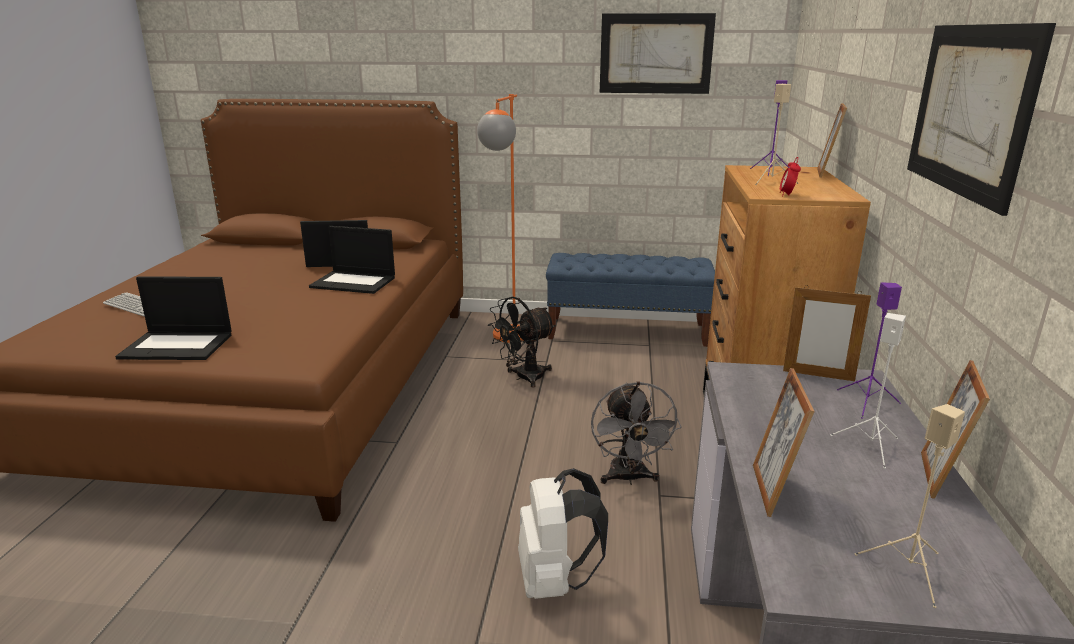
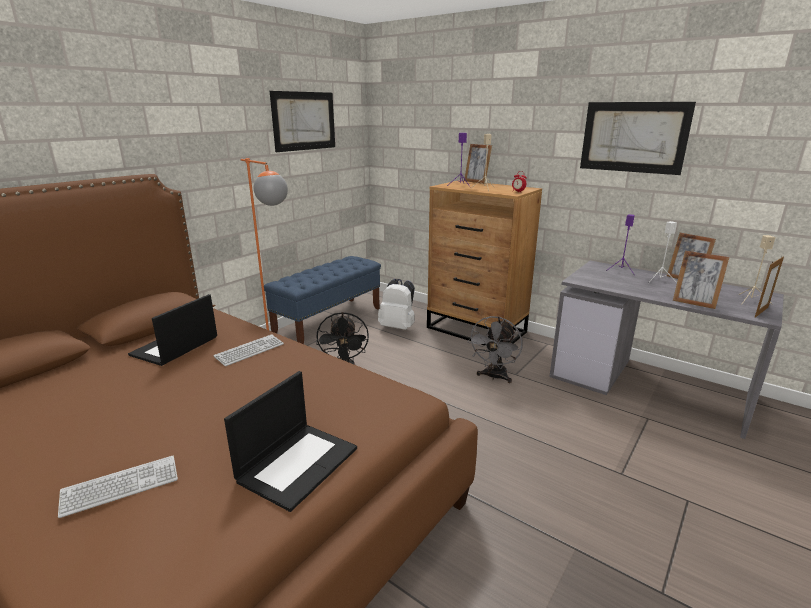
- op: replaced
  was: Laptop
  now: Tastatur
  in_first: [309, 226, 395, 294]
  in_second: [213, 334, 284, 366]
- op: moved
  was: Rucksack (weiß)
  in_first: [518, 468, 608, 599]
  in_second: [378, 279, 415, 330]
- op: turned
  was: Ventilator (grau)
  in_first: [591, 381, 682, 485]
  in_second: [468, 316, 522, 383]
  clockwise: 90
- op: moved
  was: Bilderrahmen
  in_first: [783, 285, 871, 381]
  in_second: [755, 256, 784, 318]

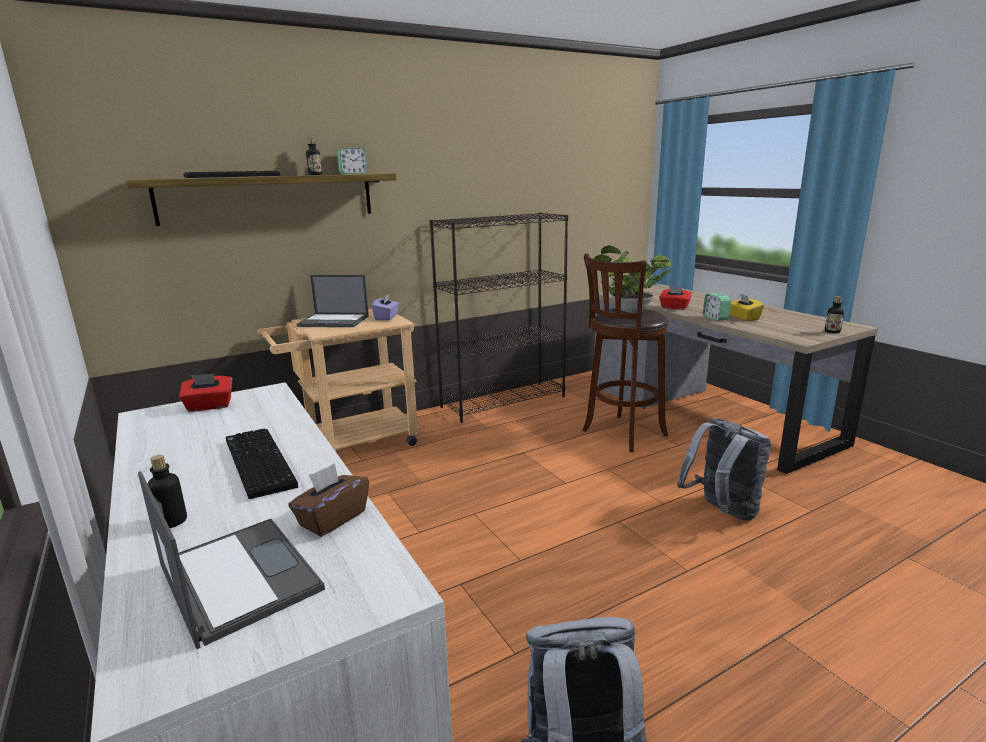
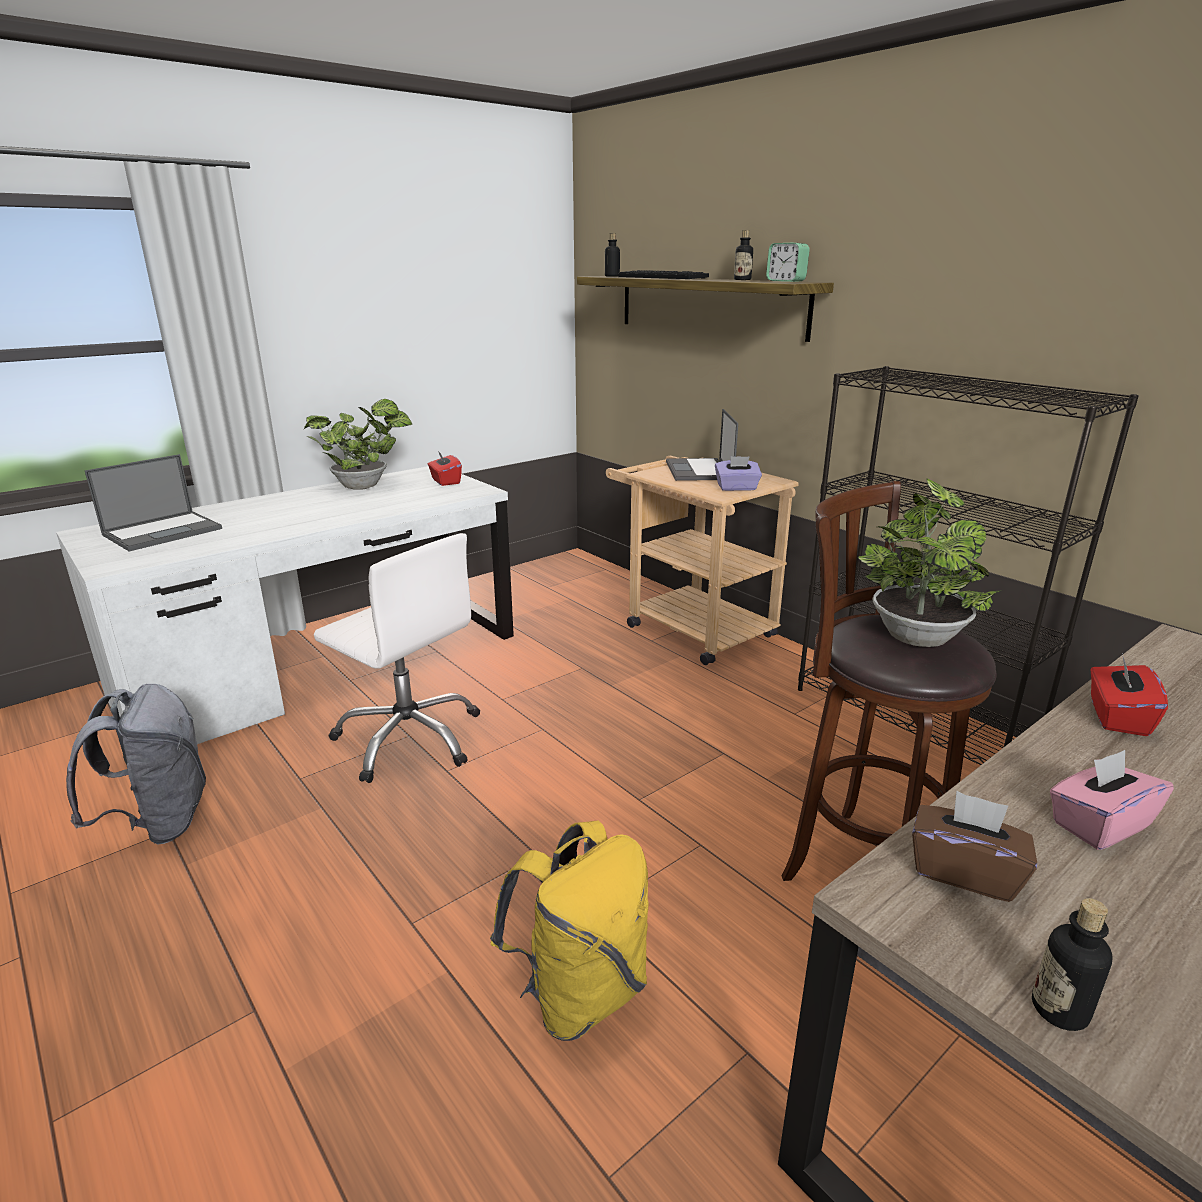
- op: moved
  was: Flasche
  in_first: [148, 455, 187, 528]
  in_second: [605, 233, 620, 277]
- op: removed
  was: Tastatur
  in_first: [226, 429, 298, 499]
- op: moved
  was: Taschentuchbox (braun)
  in_first: [288, 463, 369, 537]
  in_second: [912, 791, 1037, 902]
- op: recoloured
  was: Rucksack (grau)
  now: Rucksack (gelb)
  in_first: [677, 418, 771, 521]
  in_second: [490, 820, 649, 1041]
- op: removed
  was: Wecker
  in_first: [703, 293, 731, 321]
- op: recoloured
  was: Taschentuchbox (gelb)
  now: Taschentuchbox (rosa)
  in_first: [730, 294, 764, 321]
  in_second: [1050, 750, 1174, 850]
- op: added
  now: Topfpflanze
  in_second: [304, 399, 412, 490]
- op: added
  now: Bürostuhl (weiß)
  in_second: [314, 533, 480, 783]

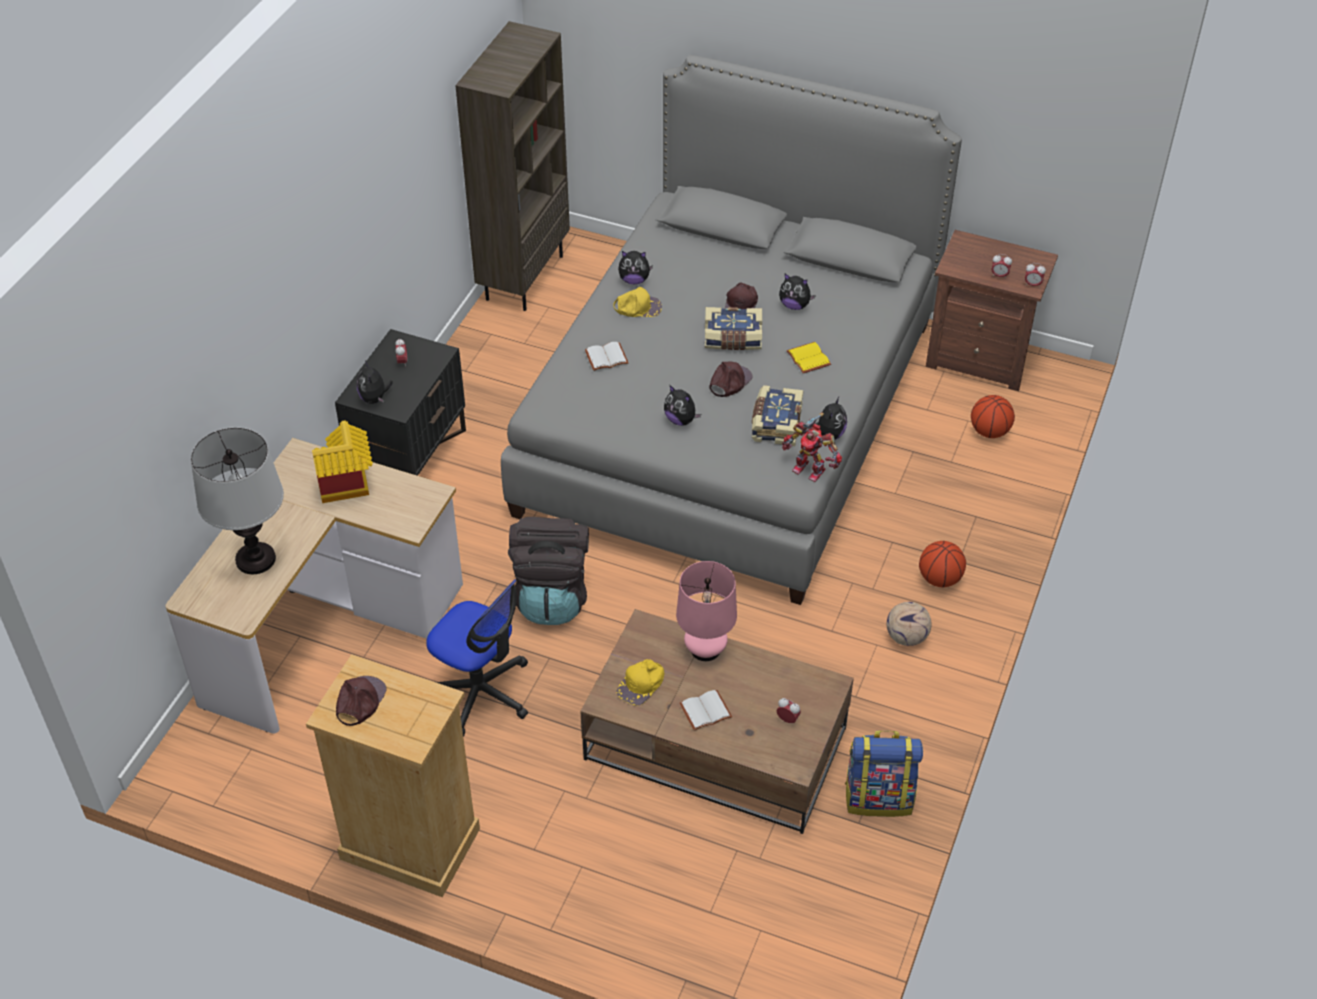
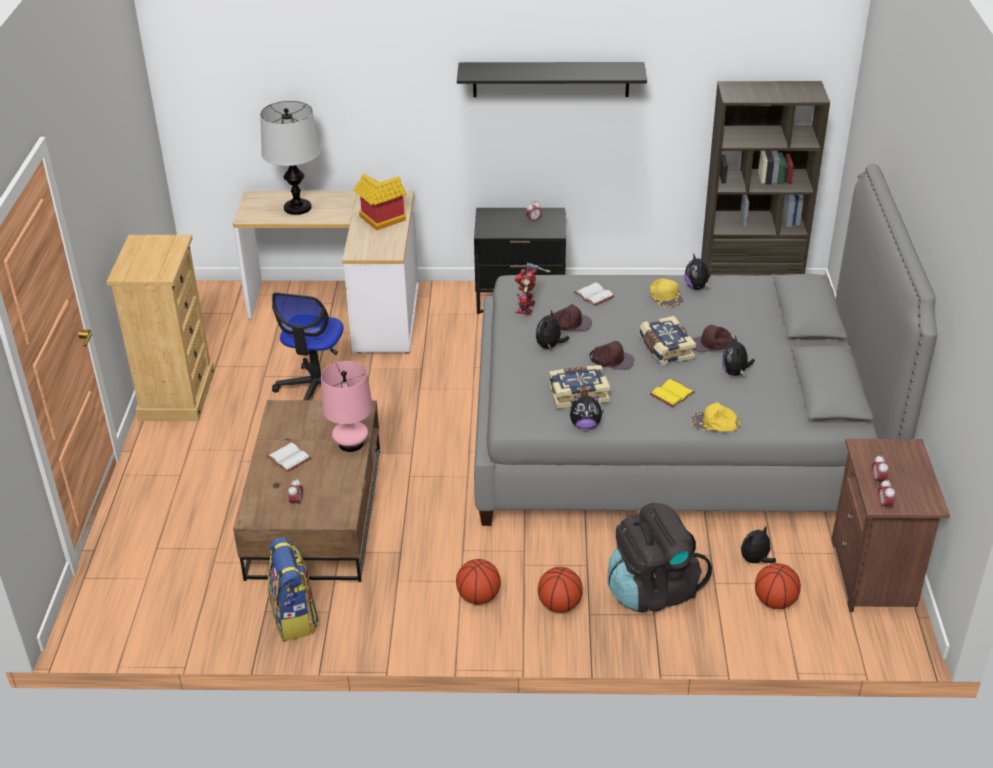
- op: moved
  was: Kappe (braun)
  in_first: [336, 676, 387, 726]
  in_second: [553, 304, 592, 331]
- op: moved
  was: Plüschtier
  in_first: [357, 361, 393, 404]
  in_second: [741, 526, 776, 563]
- op: moved
  was: Rucksack (schwarz)
  in_first: [508, 517, 589, 625]
  in_second: [607, 503, 712, 612]
- op: moved
  was: Kappe (gelb)
  in_first: [616, 659, 665, 706]
  in_second: [692, 402, 740, 432]
- op: moved
  was: Spielzeugroboter
  in_first: [782, 412, 842, 482]
  in_second: [515, 263, 551, 315]
- op: replaced
  was: Fußball
  now: Basketball
  in_first: [887, 602, 932, 646]
  in_second: [456, 559, 501, 605]
- op: added
  now: Wandregal (schwarz)
  in_second: [457, 62, 647, 97]

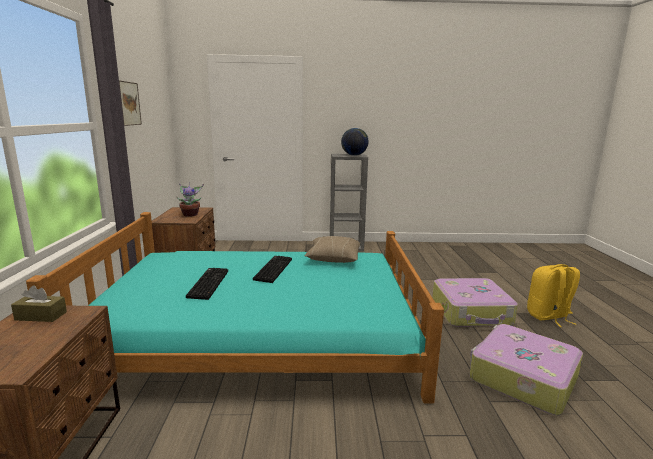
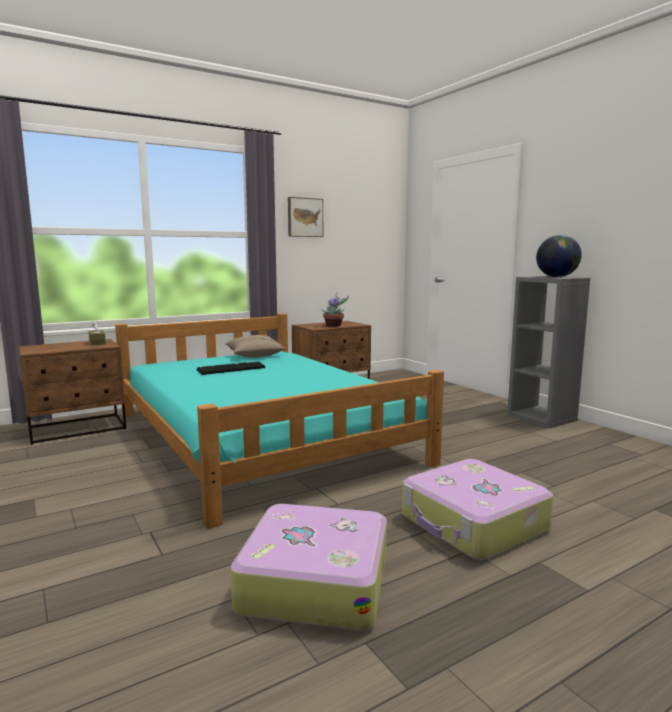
- op: removed
  was: Tastatur
  in_first: [253, 256, 292, 283]
- op: moved
  was: Kissen (beige)
  in_first: [305, 236, 360, 263]
  in_second: [226, 335, 286, 357]
- op: removed
  was: Rucksack (gelb)
  in_first: [527, 264, 580, 327]

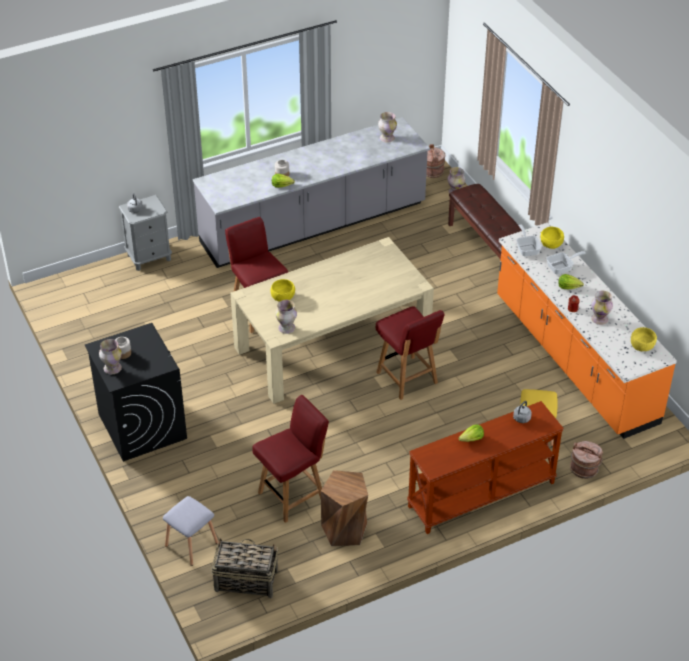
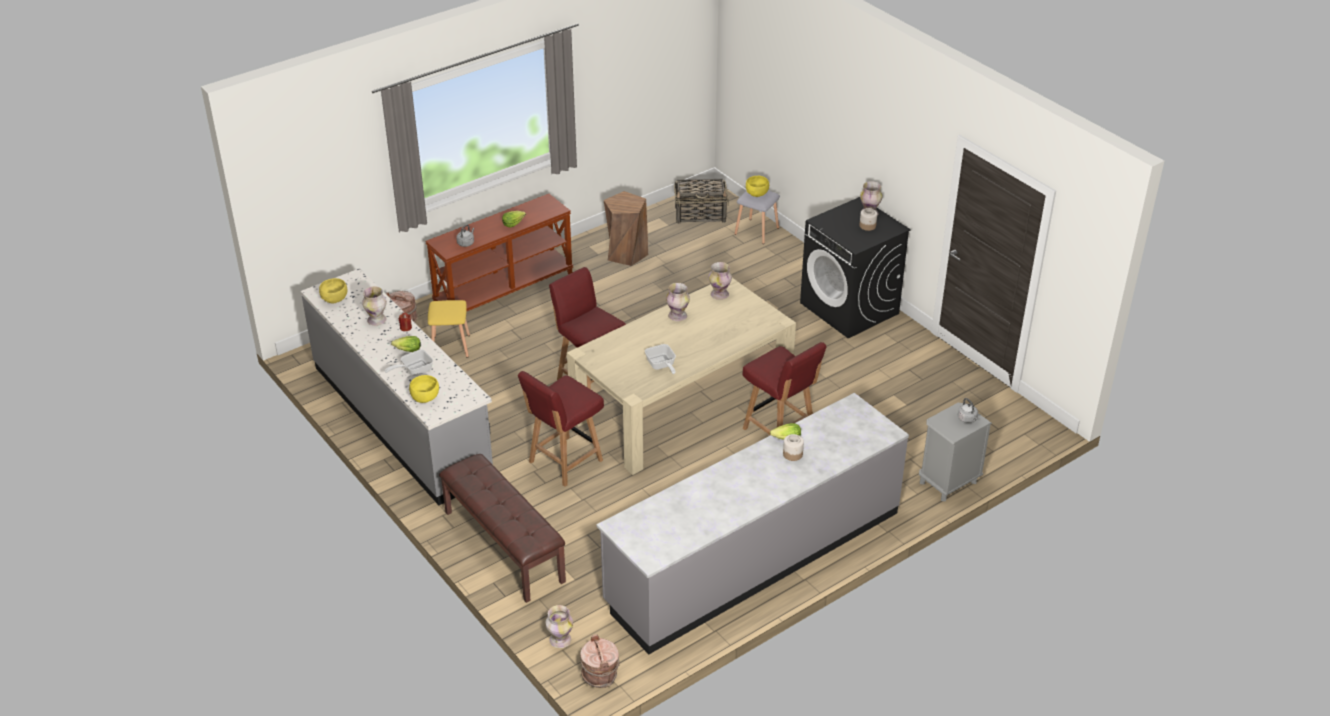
- op: moved
  was: Stuhl (rot)
  in_first: [252, 395, 329, 523]
  in_second: [518, 371, 604, 487]
- op: moved
  was: Schüssel (gelb)
  in_first: [271, 279, 295, 302]
  in_second: [746, 176, 769, 197]
- op: moved
  was: Vase
  in_first: [378, 112, 397, 143]
  in_second: [666, 283, 690, 321]
- op: recoloured
  was: Küchenzeile (orange)
  now: Küchenzeile (grau)
  in_first: [497, 223, 677, 439]
  in_second: [301, 268, 493, 505]
- op: moved
  was: Pfanne
  in_first: [516, 225, 542, 257]
  in_second: [645, 344, 676, 374]

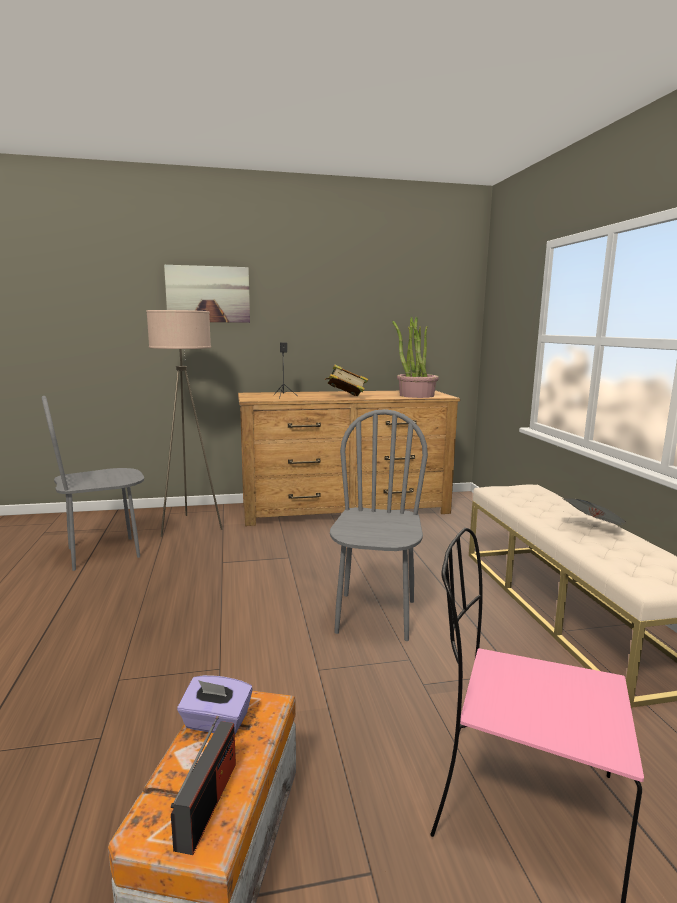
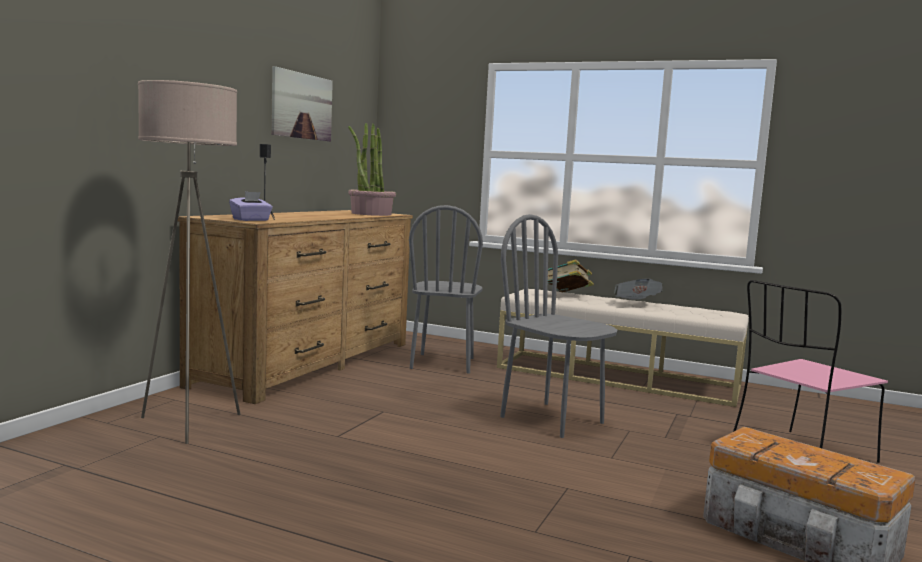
- op: moved
  was: Stuhl (grau)
  in_first: [41, 396, 144, 571]
  in_second: [409, 205, 483, 374]
- op: moved
  was: Bild
  in_first: [164, 265, 250, 323]
  in_second: [271, 66, 333, 142]
- op: removed
  was: Radio
  in_first: [171, 716, 236, 855]
- op: moved
  was: Taschentuchbox (lila)
  in_first: [177, 675, 253, 734]
  in_second: [229, 191, 273, 221]
- op: moved
  was: Buch
  in_first: [325, 364, 368, 396]
  in_second: [548, 259, 594, 292]

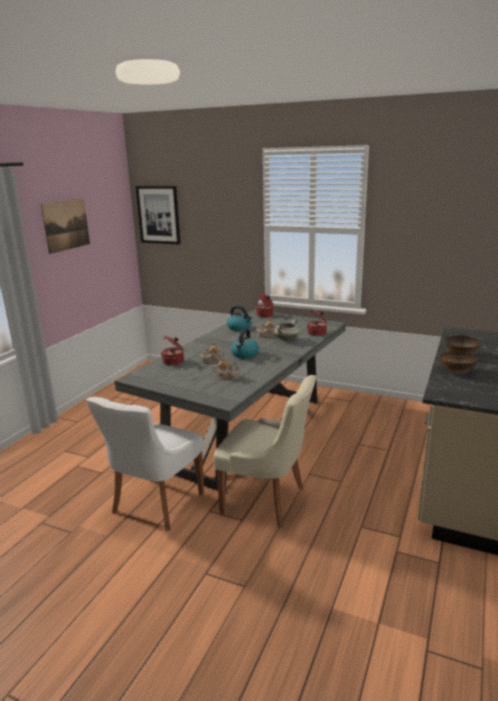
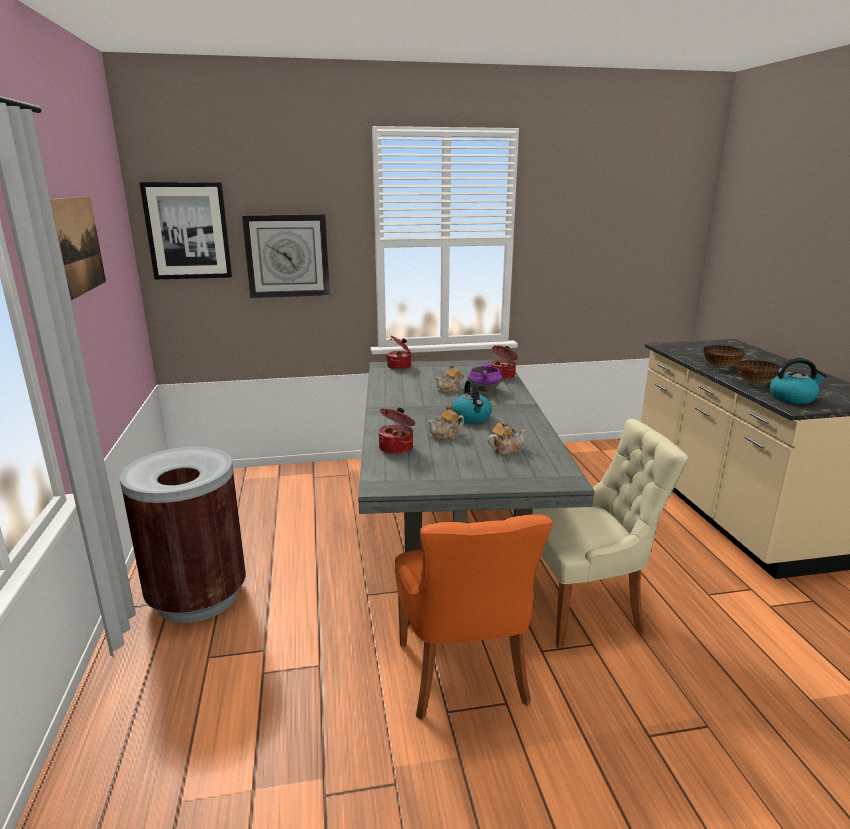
- op: recoloured
  was: Stuhl (weiß)
  now: Stuhl (orange)
  in_first: [86, 397, 204, 531]
  in_second: [395, 515, 553, 720]
- op: moved
  was: Wasserkessel
  in_first: [227, 305, 252, 331]
  in_second: [769, 358, 827, 404]
- op: recoloured
  was: Kochtopf (weiß)
  now: Kochtopf (lila)
  in_first: [274, 320, 299, 341]
  in_second: [467, 361, 503, 392]
- op: added
  now: Mülleimer (braun)
  in_second: [120, 447, 246, 623]
- op: added
  now: Wanduhr
  in_second: [242, 214, 330, 298]

